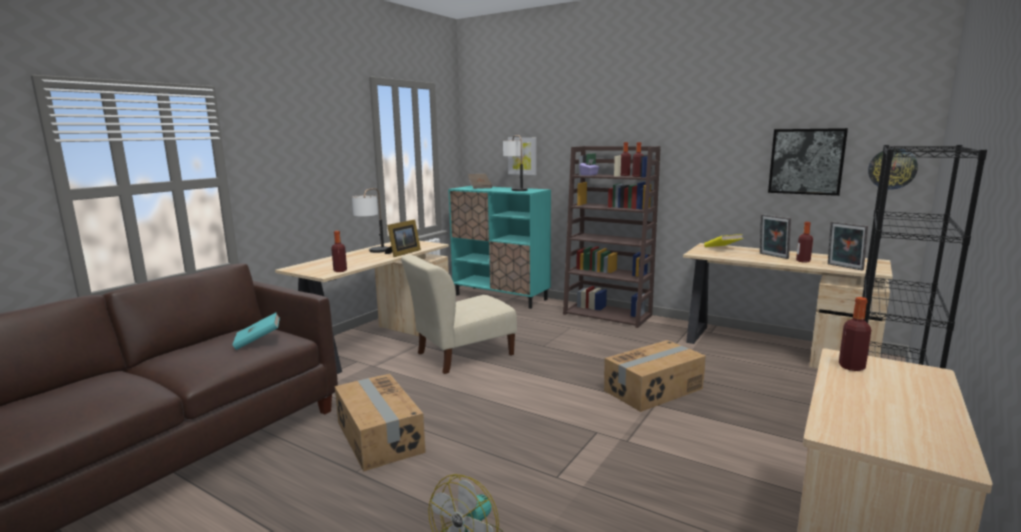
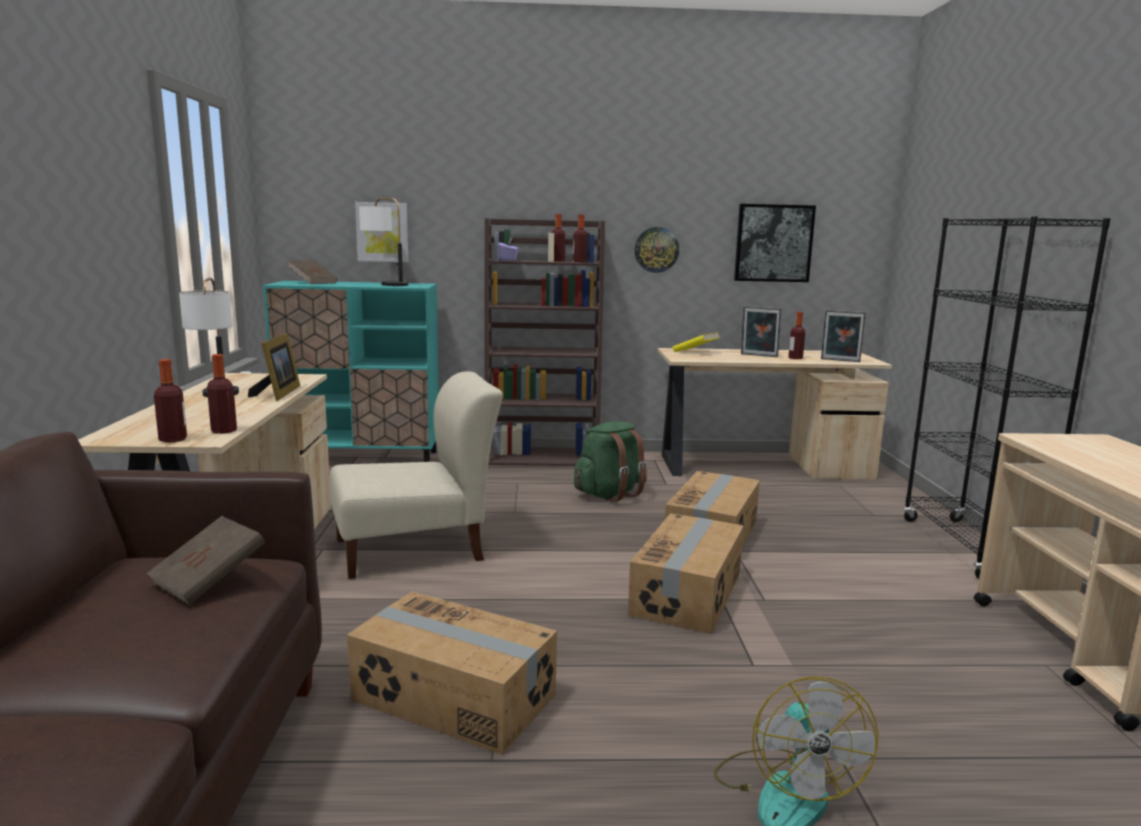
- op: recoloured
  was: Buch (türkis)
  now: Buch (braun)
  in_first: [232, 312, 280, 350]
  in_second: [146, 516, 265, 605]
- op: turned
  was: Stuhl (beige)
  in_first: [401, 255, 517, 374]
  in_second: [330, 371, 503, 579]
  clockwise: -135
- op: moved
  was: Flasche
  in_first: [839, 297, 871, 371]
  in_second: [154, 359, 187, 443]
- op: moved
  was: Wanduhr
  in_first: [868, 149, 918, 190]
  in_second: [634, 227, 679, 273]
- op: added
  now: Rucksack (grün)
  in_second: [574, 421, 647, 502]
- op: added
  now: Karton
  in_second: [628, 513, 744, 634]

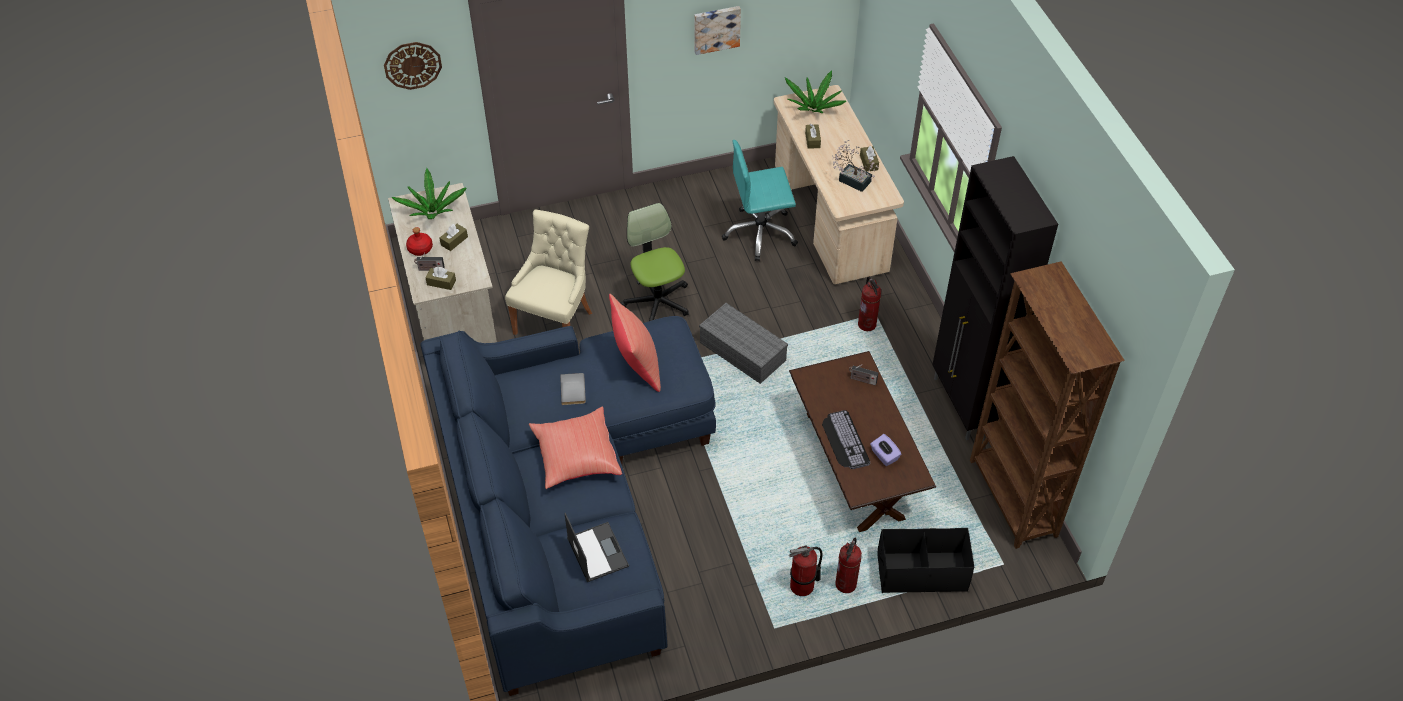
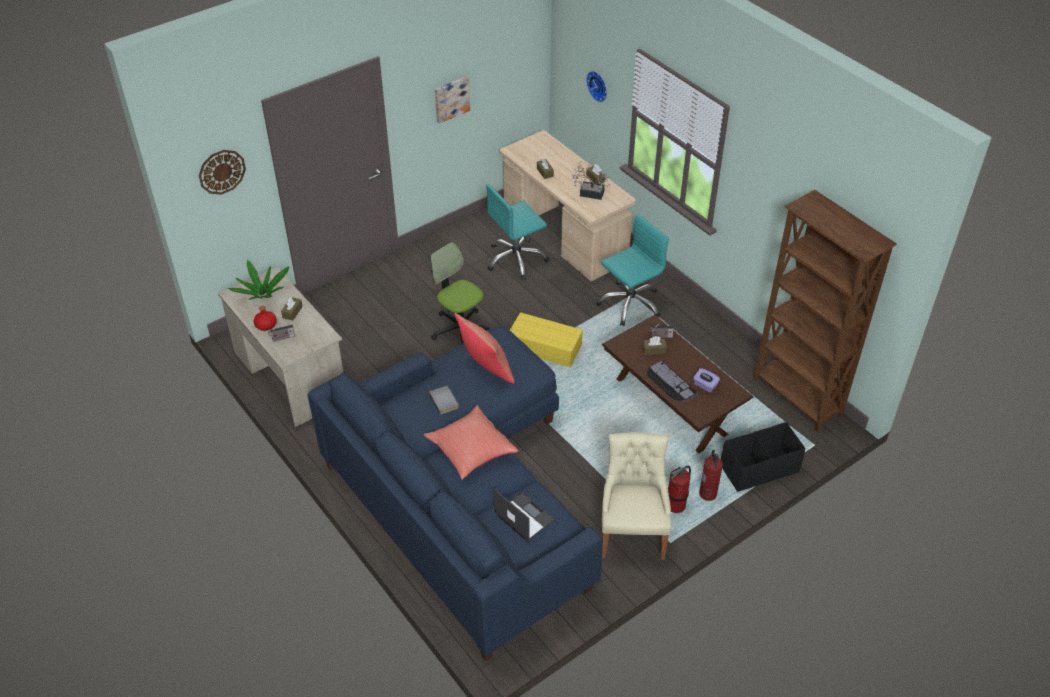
- op: moved
  was: Taschentuchbox (braun)
  in_first: [425, 267, 456, 290]
  in_second: [643, 336, 667, 355]
- op: moved
  was: Stuhl (beige)
  in_first: [505, 210, 592, 335]
  in_second: [602, 432, 671, 560]
- op: recoloured
  was: Aufbewahrungsbox (grau)
  now: Aufbewahrungsbox (gelb)
  in_first: [699, 303, 788, 384]
  in_second: [510, 312, 583, 367]
- op: removed
  was: Topfpflanze
  in_first: [785, 70, 846, 113]
- op: replaced
  was: Feuerlöscher
  now: Bürostuhl (türkis)
  in_first: [858, 277, 881, 331]
  in_second: [596, 214, 669, 326]
- op: removed
  was: Schrank (schwarz)
  in_first: [932, 156, 1058, 440]
- op: added
  now: Wanduhr
  in_second: [586, 71, 607, 103]

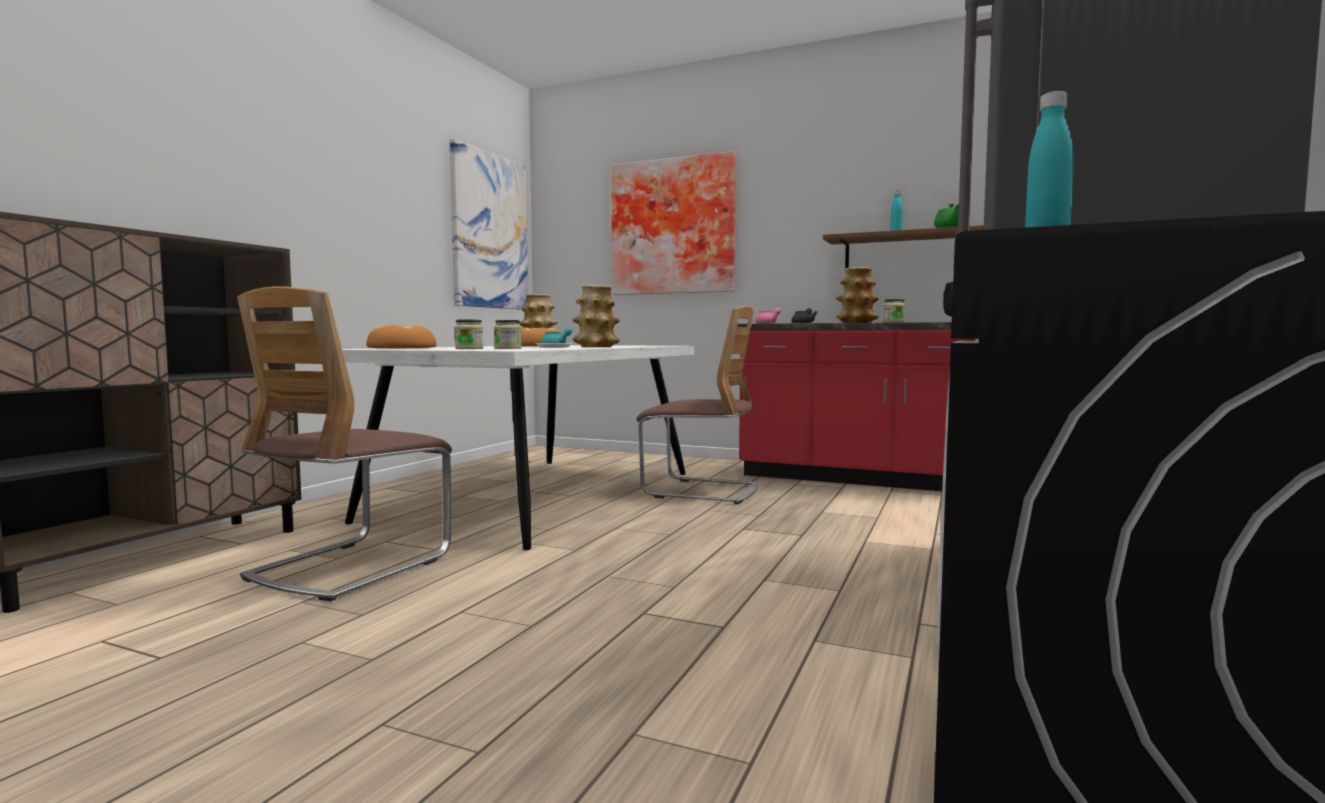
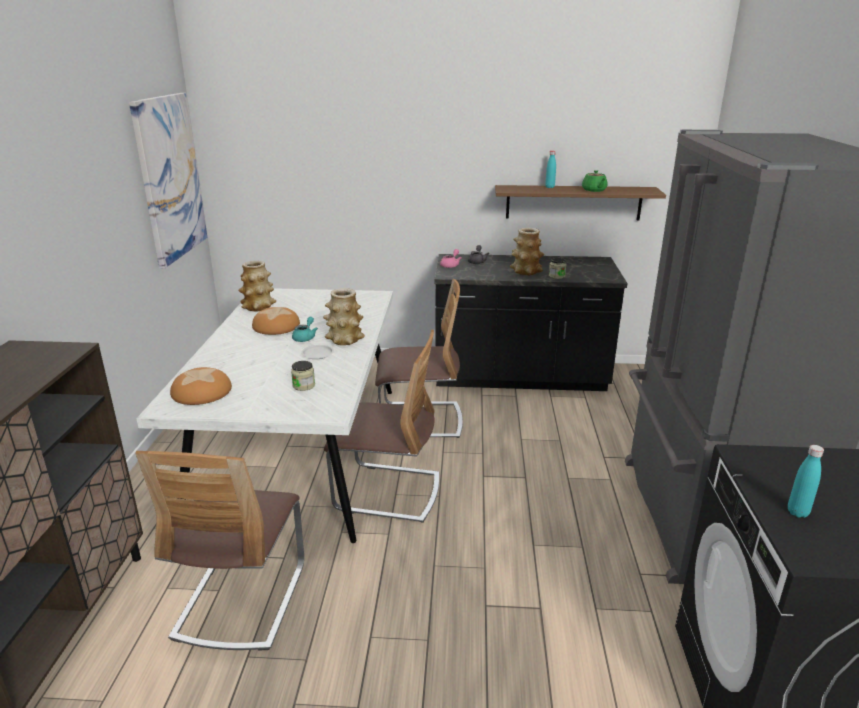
- op: removed
  was: Vorratsglas
  in_first: [455, 320, 483, 349]
- op: removed
  was: Bild
  in_first: [611, 151, 735, 295]
- op: recoloured
  was: Küchenzeile (rot)
  now: Küchenzeile (schwarz)
  in_first: [737, 322, 975, 491]
  in_second: [434, 254, 627, 391]
- op: added
  now: Stuhl
  in_second: [324, 329, 439, 523]

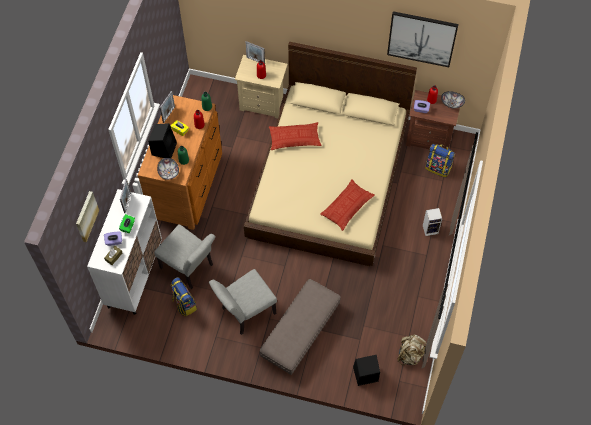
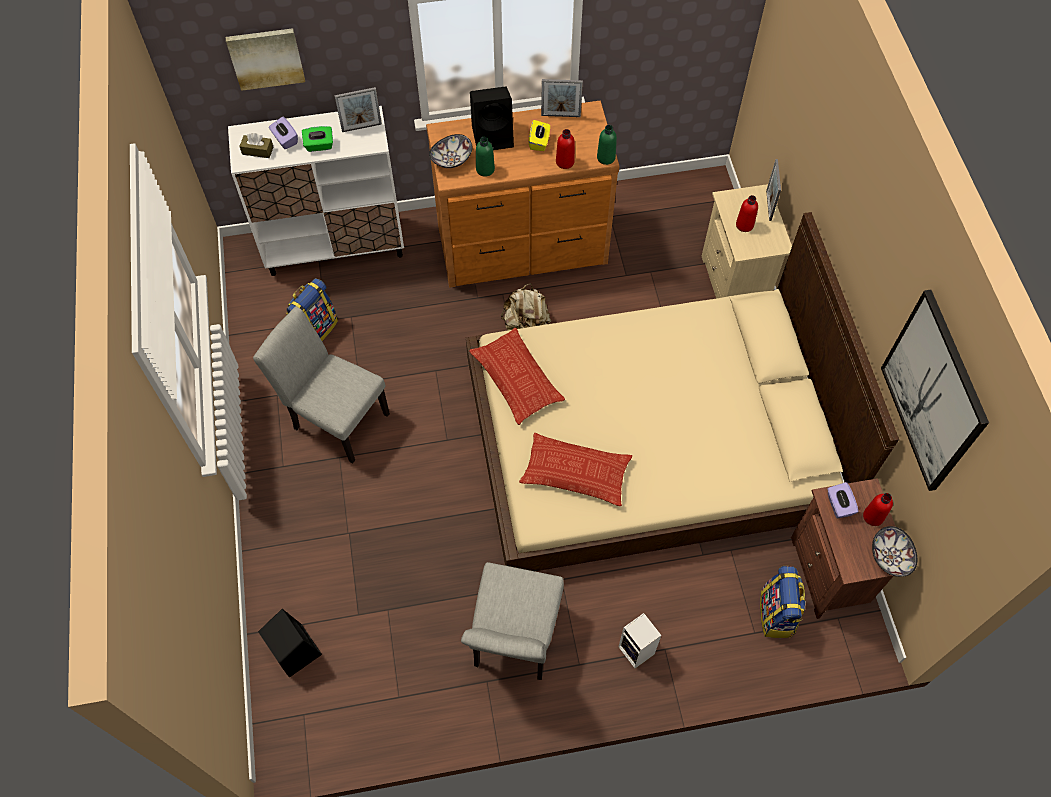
- op: moved
  was: Stuhl (grau)
  in_first: [154, 224, 215, 289]
  in_second: [461, 562, 564, 680]
- op: removed
  was: Polsterhocker (grau)
  in_first: [260, 279, 340, 375]
- op: moved
  was: Kissen
  in_first: [269, 122, 322, 150]
  in_second: [469, 328, 565, 425]
- op: moved
  was: Rucksack (beige)
  in_first: [397, 334, 426, 365]
  in_second: [501, 283, 551, 330]

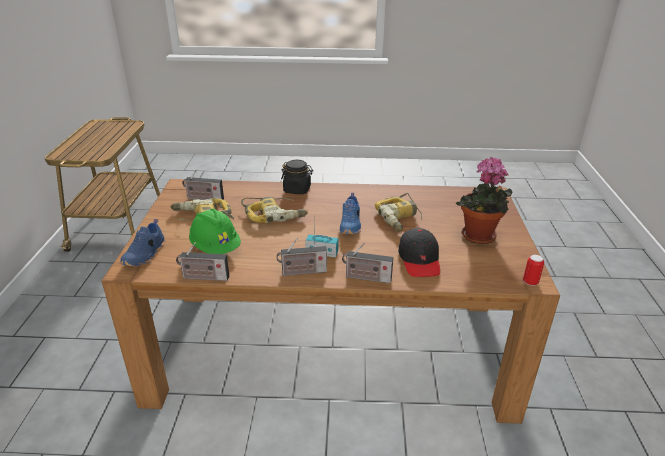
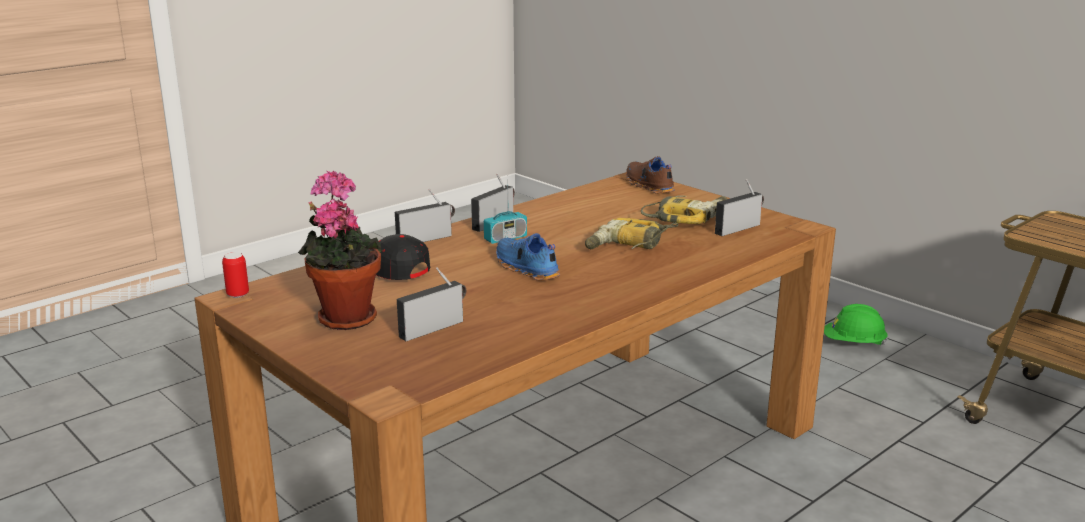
- op: recoloured
  was: Schuh (blau)
  now: Schuh (braun)
  in_first: [120, 219, 165, 267]
  in_second: [626, 156, 675, 194]
- op: moved
  was: Radio
  in_first: [176, 243, 229, 281]
  in_second: [397, 267, 466, 341]
- op: moved
  was: Schutzhelm (grün)
  in_first: [189, 209, 241, 254]
  in_second: [824, 304, 888, 345]
- op: removed
  was: Vorratsglas (schwarz)
  in_first: [281, 160, 313, 194]
- op: removed
  was: Bohrmaschine
  in_first: [375, 193, 422, 232]

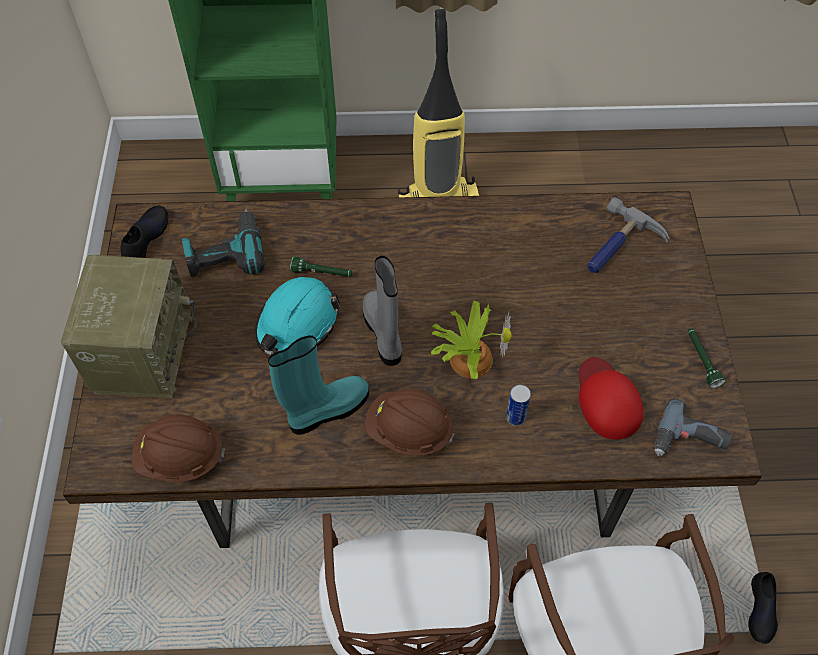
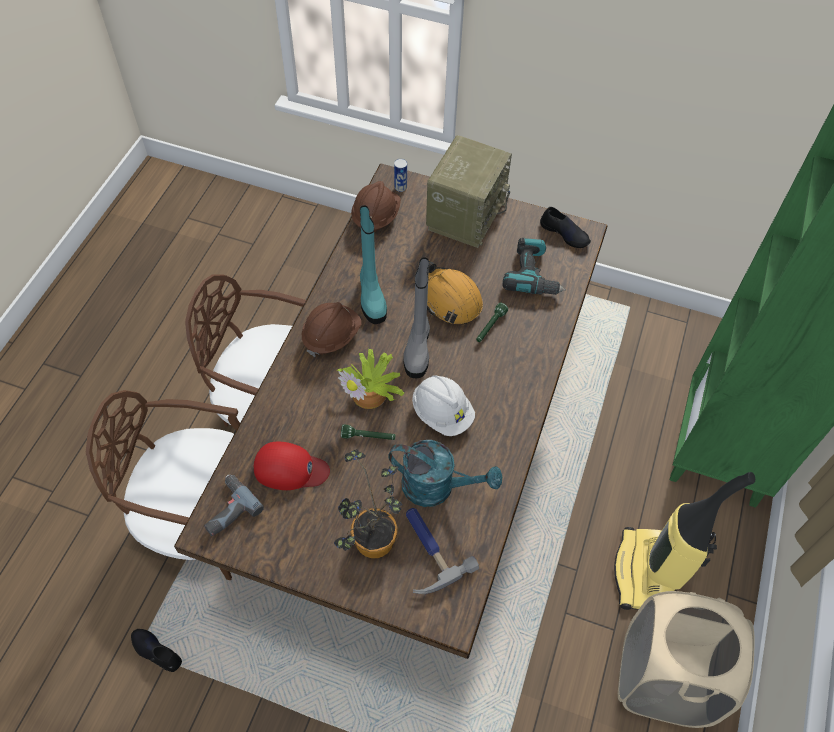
- op: turned
  was: Radio
  in_first: [61, 255, 197, 398]
  in_second: [426, 135, 512, 248]
  clockwise: -90
- op: recoloured
  was: Schutzhelm (türkis)
  now: Schutzhelm (orange)
  in_first: [255, 277, 340, 356]
  in_second: [427, 261, 483, 325]
- op: turned
  was: Stiefel (grau)
  in_first: [363, 256, 402, 366]
  in_second: [404, 257, 430, 378]
  clockwise: 90
- op: moved
  was: Dose
  in_first: [506, 385, 531, 426]
  in_second: [394, 159, 407, 192]
- op: moved
  was: Taschenlampe (grün)
  in_first: [688, 328, 726, 388]
  in_second: [341, 425, 396, 440]
- op: added
  now: Topfpflanze
  in_second: [334, 449, 402, 558]
- op: added
  now: Gießkanne (türkis)
  in_second: [388, 440, 502, 507]
- op: added
  now: Schutzhelm (weiß)
  in_second: [412, 375, 475, 436]
- op: added
  now: Wäschekorb (beige)
  in_second: [618, 591, 755, 728]

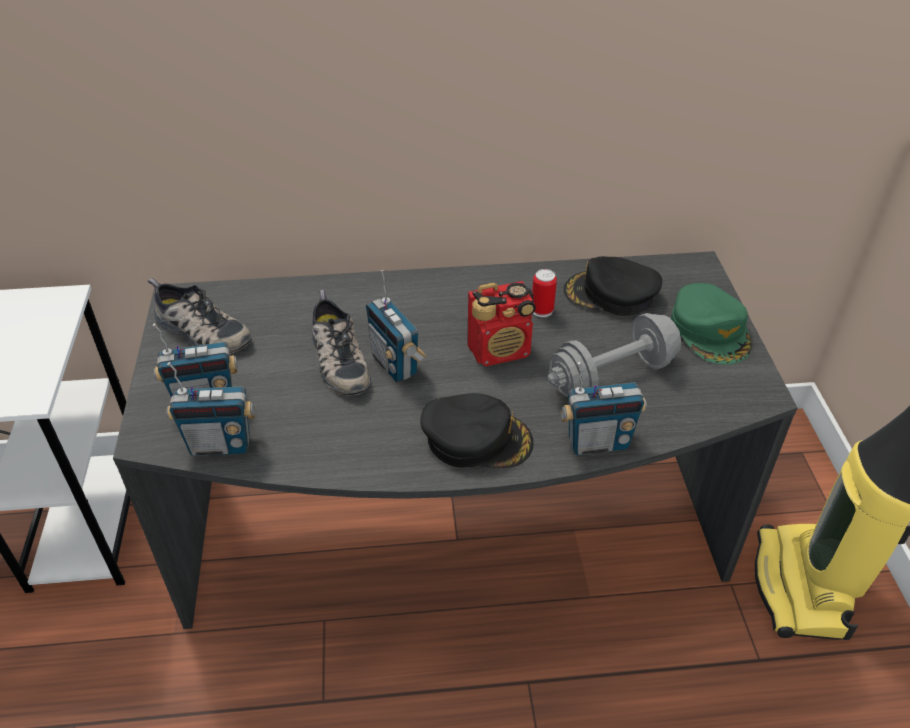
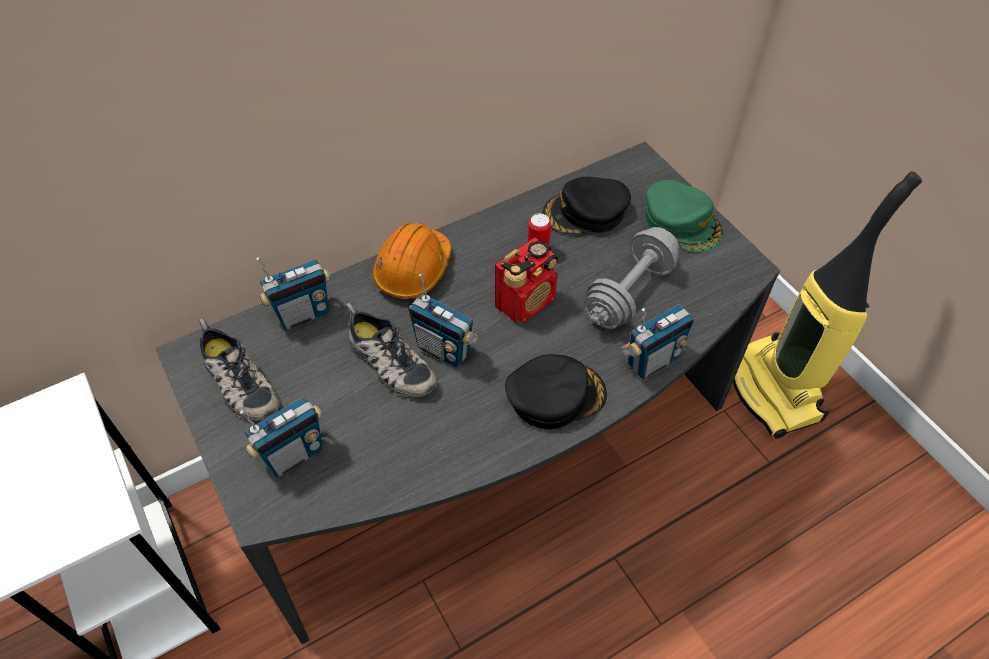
- op: turned
  was: Schuh
  in_first: [148, 278, 252, 354]
  in_second: [199, 318, 280, 422]
  clockwise: 45
- op: moved
  was: Radio
  in_first: [167, 362, 255, 456]
  in_second: [256, 257, 331, 330]
- op: added
  now: Schutzhelm (orange)
  in_second: [373, 223, 452, 299]

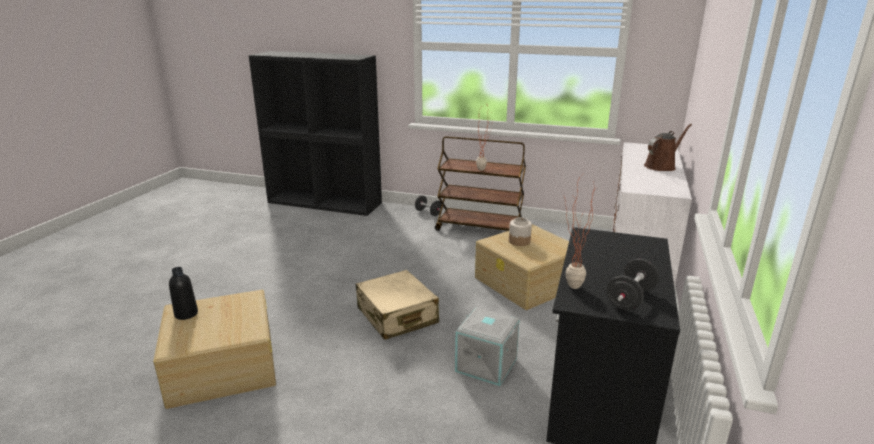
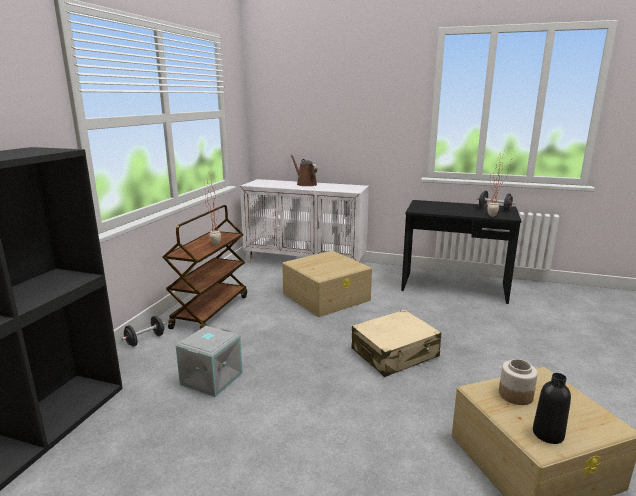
- op: moved
  was: Aufbewahrungsbox (grau)
  in_first: [455, 307, 520, 386]
  in_second: [176, 326, 243, 397]
- op: moved
  was: Vorratsglas
  in_first: [509, 217, 532, 246]
  in_second: [499, 359, 538, 405]

